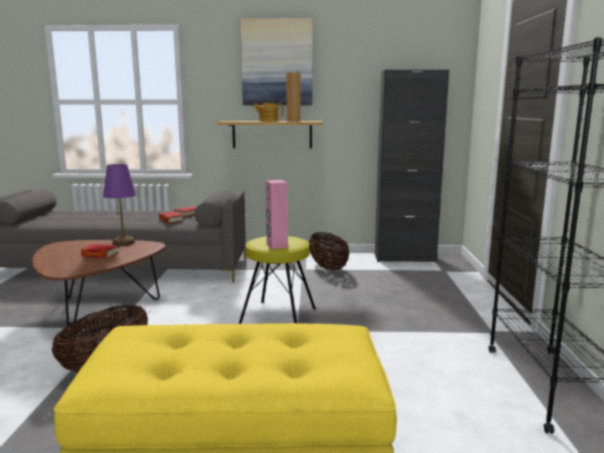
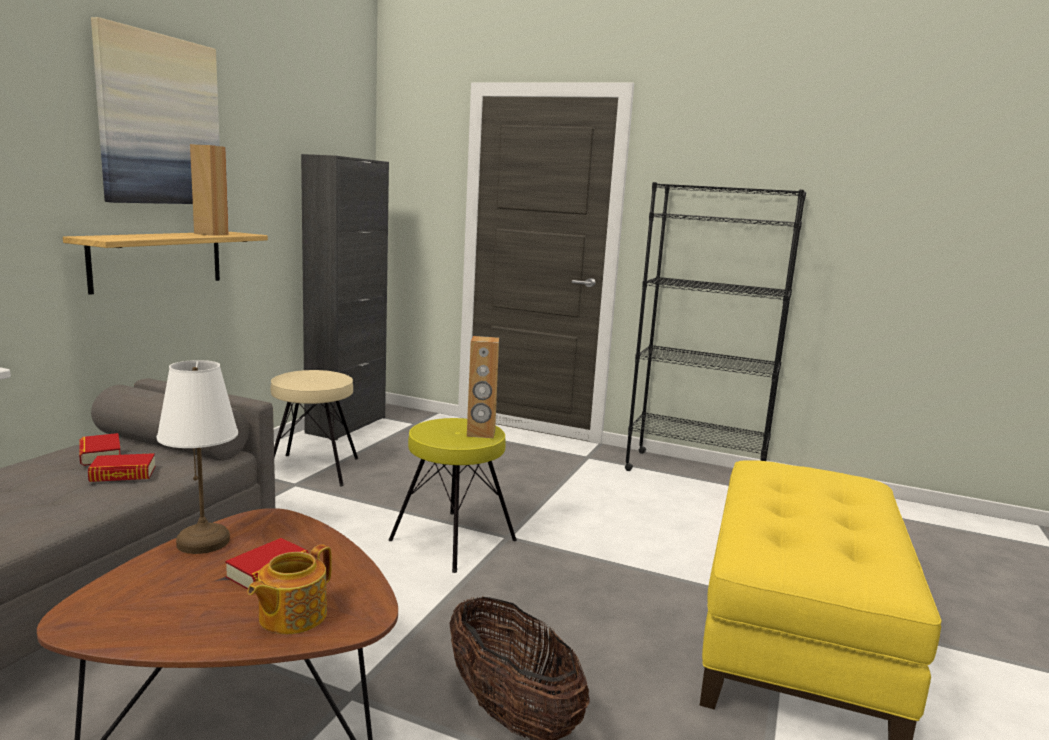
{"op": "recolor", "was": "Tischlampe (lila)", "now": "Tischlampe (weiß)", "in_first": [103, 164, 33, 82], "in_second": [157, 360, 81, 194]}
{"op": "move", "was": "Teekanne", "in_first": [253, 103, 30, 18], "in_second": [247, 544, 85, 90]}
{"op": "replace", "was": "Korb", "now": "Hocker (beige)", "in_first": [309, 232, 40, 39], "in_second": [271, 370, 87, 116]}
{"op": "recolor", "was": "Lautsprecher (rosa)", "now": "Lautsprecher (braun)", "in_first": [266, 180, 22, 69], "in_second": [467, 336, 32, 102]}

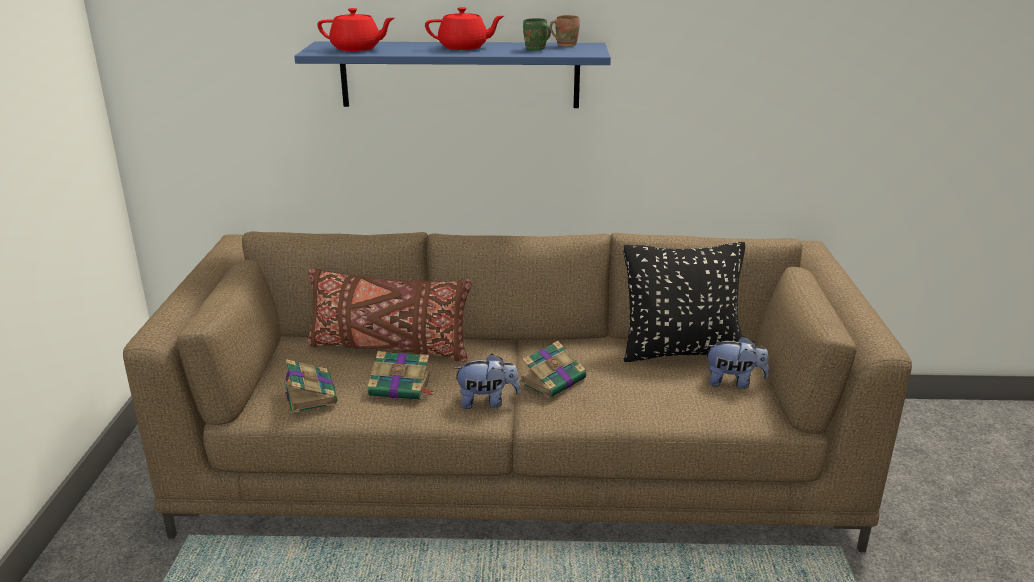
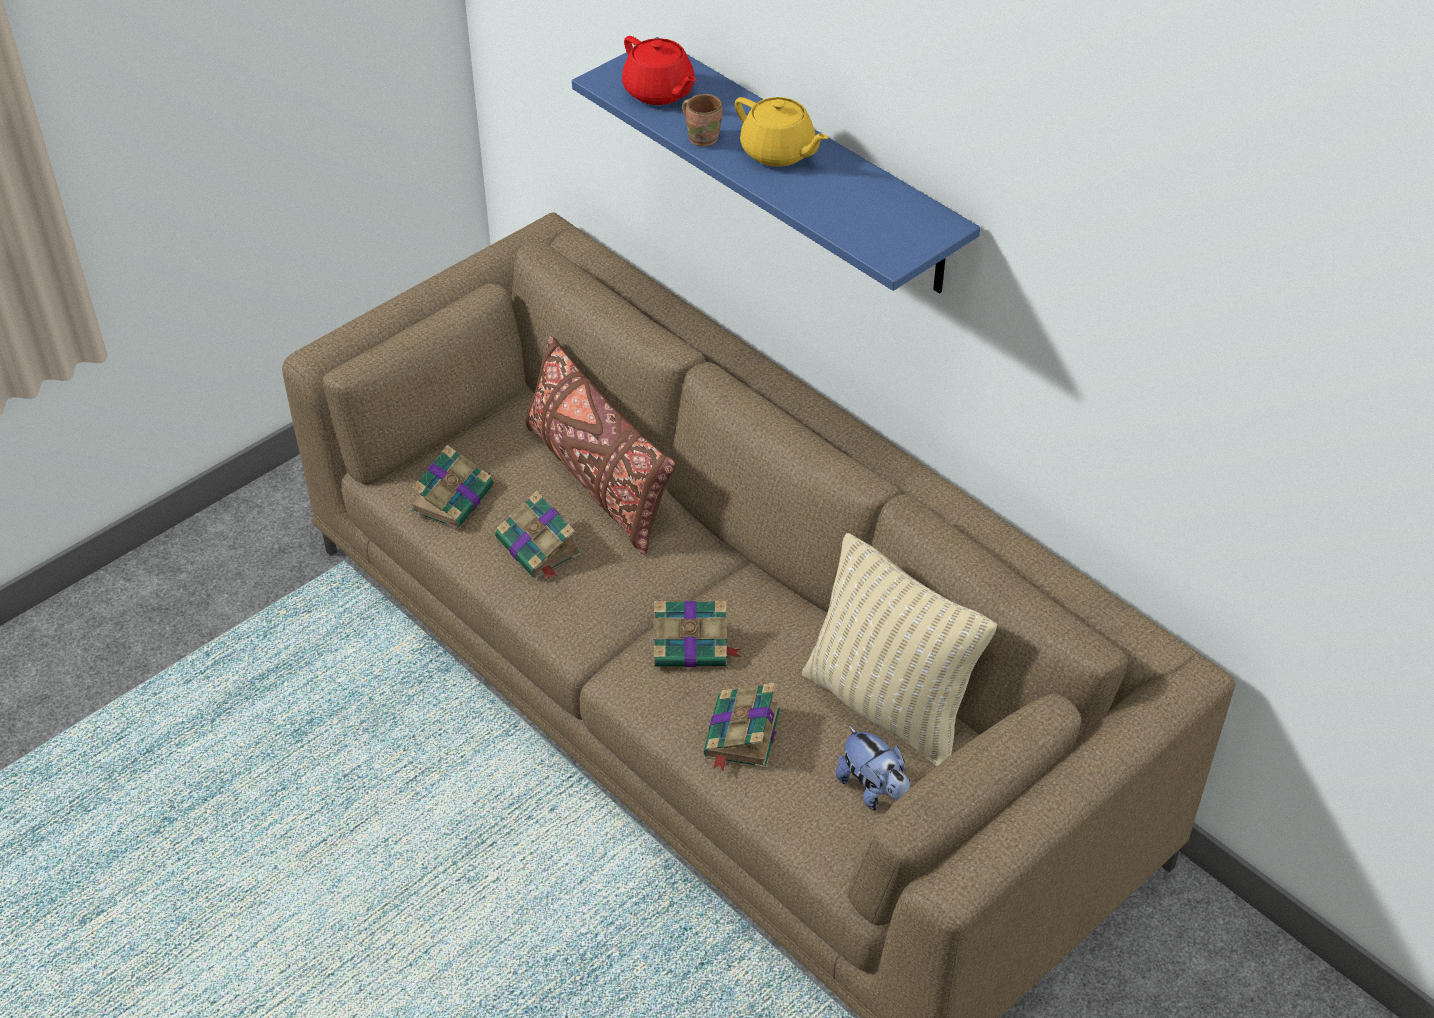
{"op": "move", "was": "Henkelbecher (braun)", "in_first": [550, 15, 30, 32], "in_second": [682, 94, 41, 52]}
{"op": "insert", "now": "Buch", "in_second": [704, 682, 76, 88]}
{"op": "recolor", "was": "Teekanne (rot)", "now": "Teekanne (gelb)", "in_first": [425, 7, 79, 43], "in_second": [735, 97, 94, 70]}
{"op": "recolor", "was": "Kissen (schwarz)", "now": "Kissen (beige)", "in_first": [623, 242, 122, 120], "in_second": [802, 533, 195, 234]}
{"op": "delete", "was": "Plüschtier", "in_first": [453, 354, 68, 55]}
{"op": "delete", "was": "Henkelbecher (grün)", "in_first": [523, 18, 28, 33]}

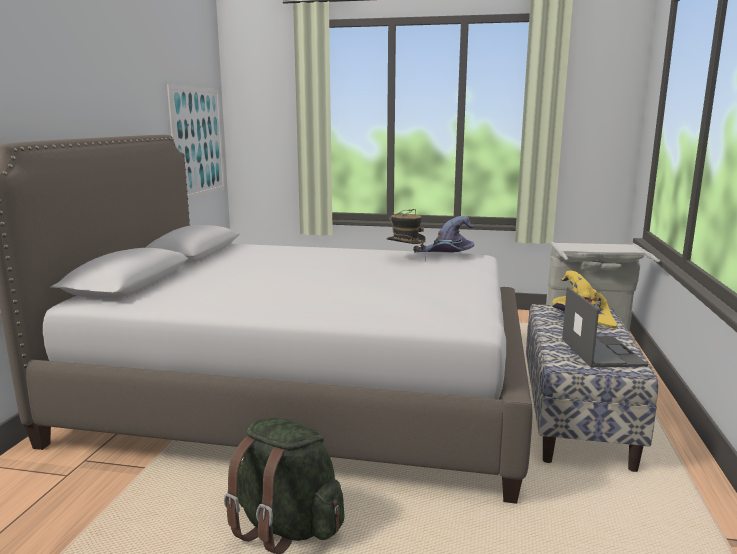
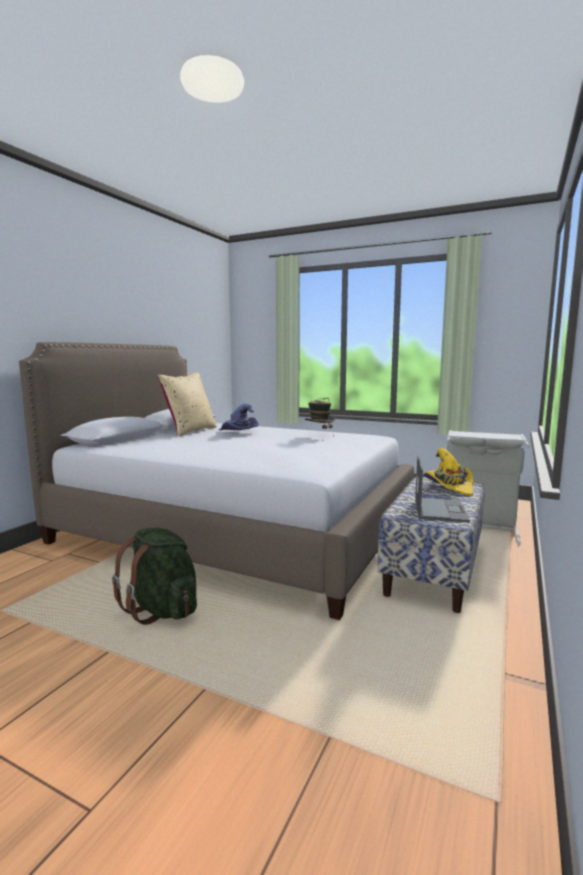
{"op": "insert", "now": "Kissen (beige)", "in_second": [158, 373, 59, 64]}
{"op": "move", "was": "Hut (lila)", "in_first": [414, 216, 60, 36], "in_second": [219, 403, 40, 28]}
{"op": "delete", "was": "Bild", "in_first": [167, 84, 58, 115]}

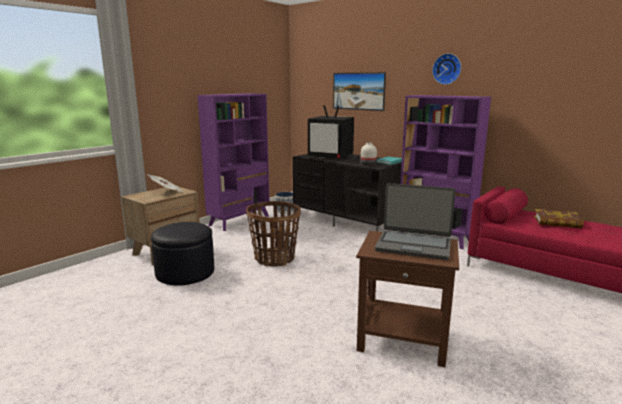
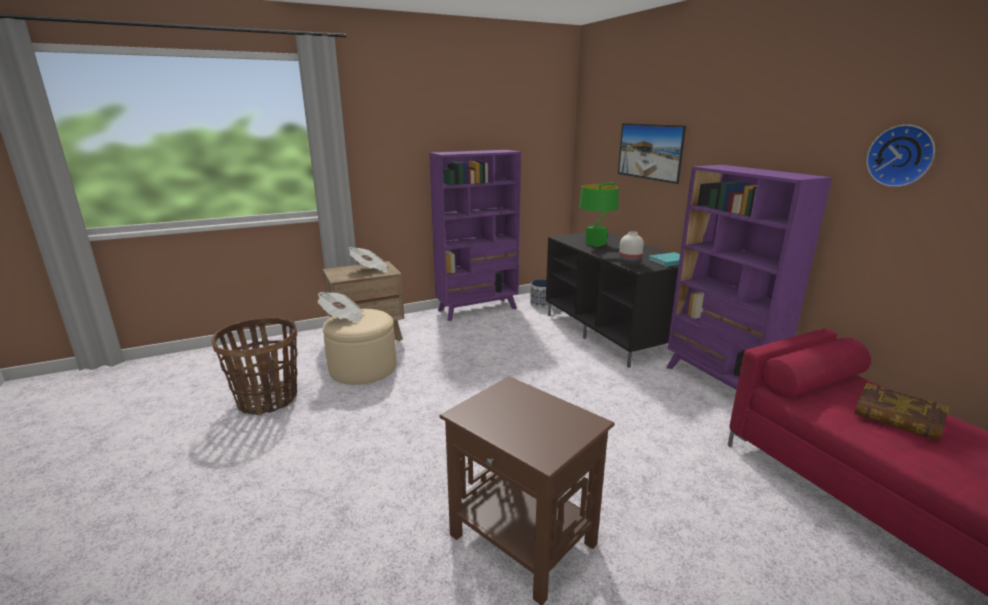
{"op": "move", "was": "Korb", "in_first": [246, 201, 55, 66], "in_second": [211, 318, 87, 97]}
{"op": "insert", "now": "Zeitung", "in_second": [318, 292, 46, 31]}
{"op": "recolor", "was": "Polsterhocker (schwarz)", "now": "Polsterhocker (beige)", "in_first": [151, 222, 63, 64], "in_second": [323, 309, 74, 76]}
{"op": "replace", "was": "Fernseher", "now": "Tischlampe (grün)", "in_first": [308, 105, 46, 54], "in_second": [579, 182, 40, 65]}
{"op": "move", "was": "Wanduhr", "in_first": [432, 53, 29, 32], "in_second": [866, 125, 69, 62]}
{"op": "delete", "was": "Laptop", "in_first": [375, 183, 81, 77]}

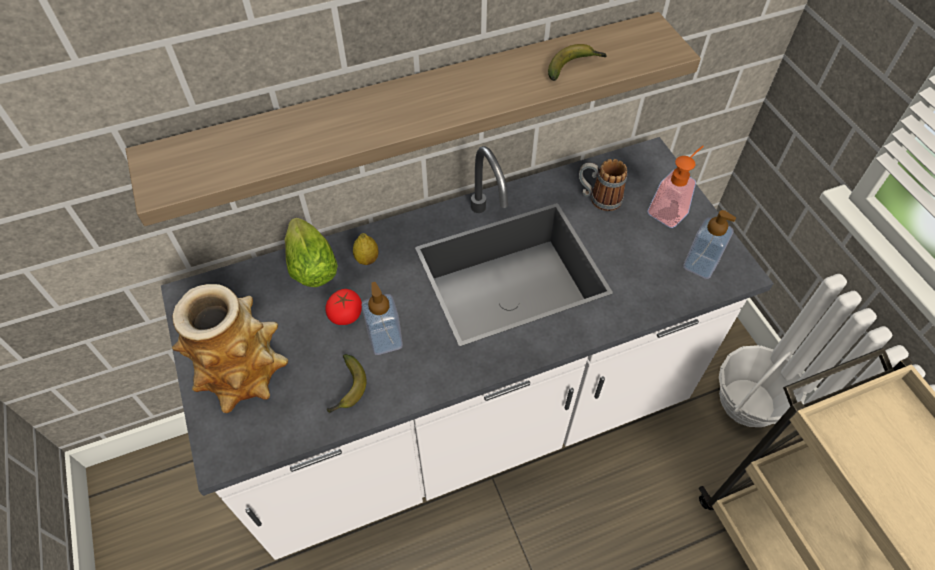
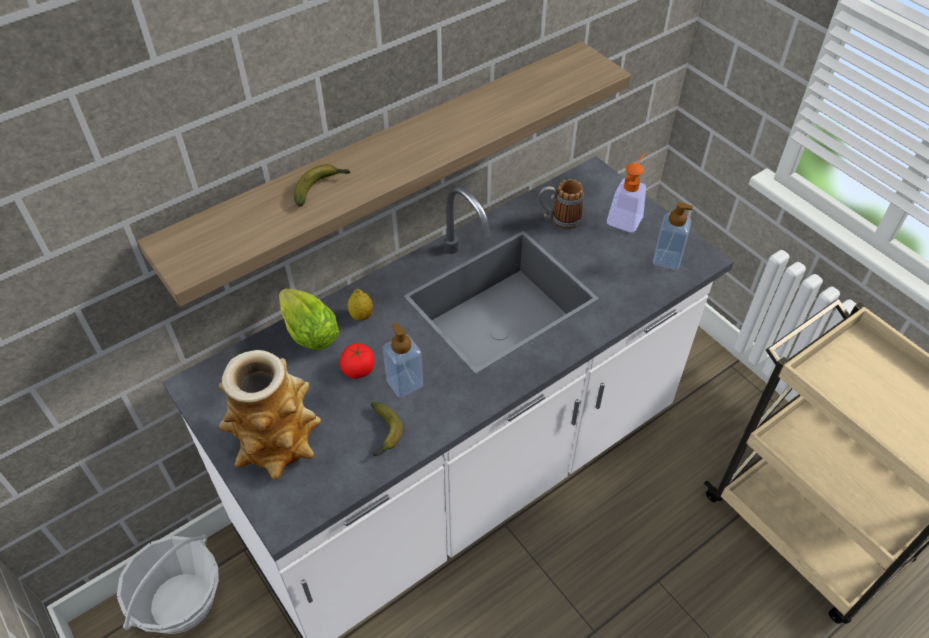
{"op": "move", "was": "Korb", "in_first": [719, 345, 88, 82], "in_second": [117, 535, 102, 99]}
{"op": "move", "was": "Banane", "in_first": [548, 44, 59, 37], "in_second": [294, 164, 56, 43]}

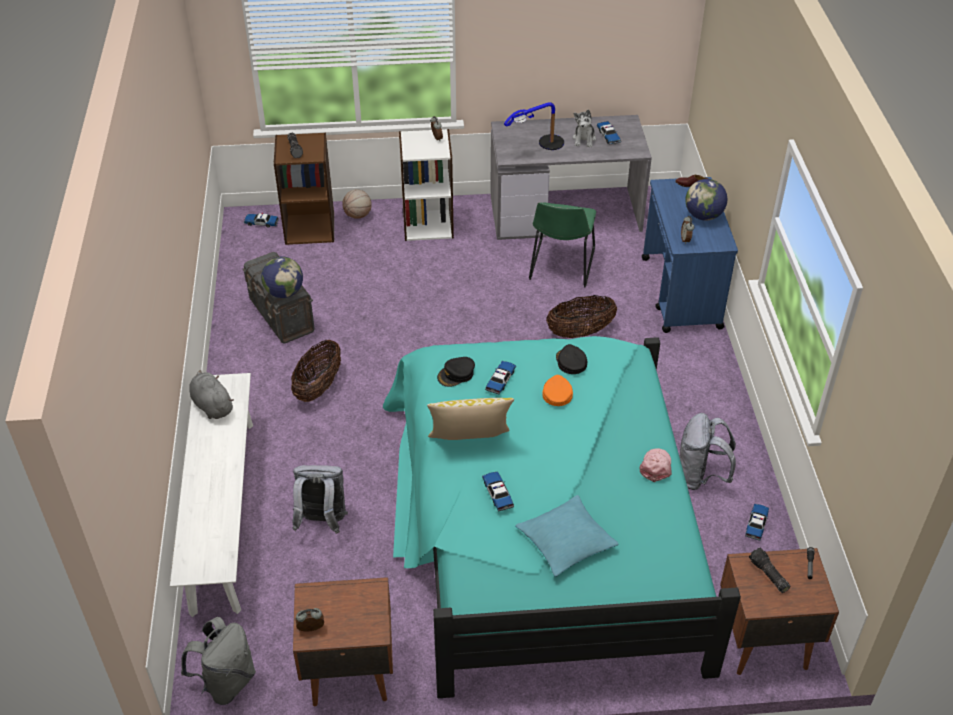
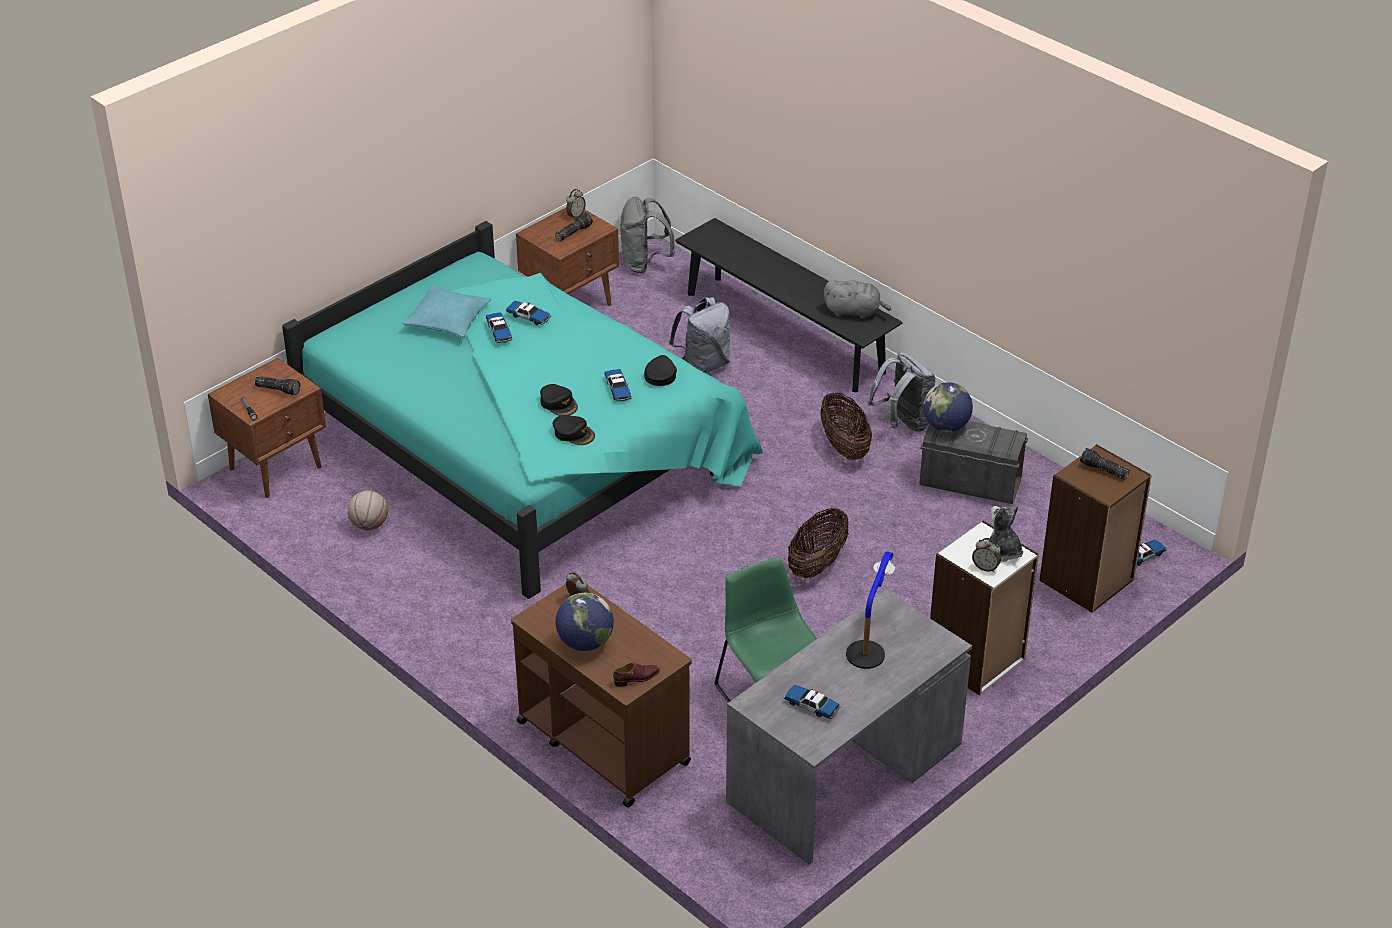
{"op": "move", "was": "Basketball", "in_first": [342, 189, 30, 30], "in_second": [348, 490, 40, 41]}
{"op": "move", "was": "Spielzeugauto", "in_first": [745, 504, 24, 37], "in_second": [486, 312, 27, 31]}
{"op": "recolor", "was": "Rollwagen (blau)", "now": "Rollwagen (braun)", "in_first": [642, 177, 96, 156], "in_second": [511, 584, 181, 223]}
{"op": "recolor", "was": "Kappe (orange)", "now": "Kappe (schwarz)", "in_first": [542, 375, 31, 31], "in_second": [540, 384, 38, 32]}
{"op": "insert", "now": "Taschenlampe", "in_second": [555, 213, 38, 28]}
{"op": "recolor", "was": "Bank (weiß)", "now": "Bank (schwarz)", "in_first": [170, 373, 83, 244], "in_second": [675, 218, 228, 174]}
{"op": "move", "was": "Korb", "in_first": [546, 295, 71, 43], "in_second": [788, 508, 61, 70]}
{"op": "move", "was": "Rucksack (grau)", "in_first": [680, 413, 56, 77], "in_second": [868, 352, 68, 80]}
{"op": "move", "was": "Plüschtier", "in_first": [572, 109, 24, 38], "in_second": [986, 505, 37, 57]}
{"op": "delete", "was": "Kissen", "in_first": [427, 398, 87, 42]}
{"op": "delete", "was": "Kappe (rosa)", "in_first": [640, 448, 32, 34]}

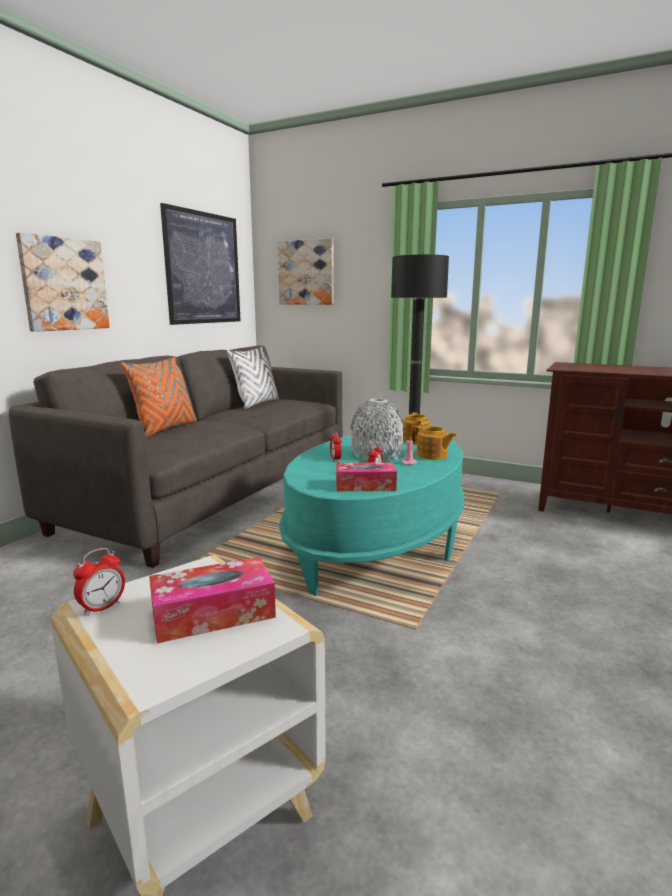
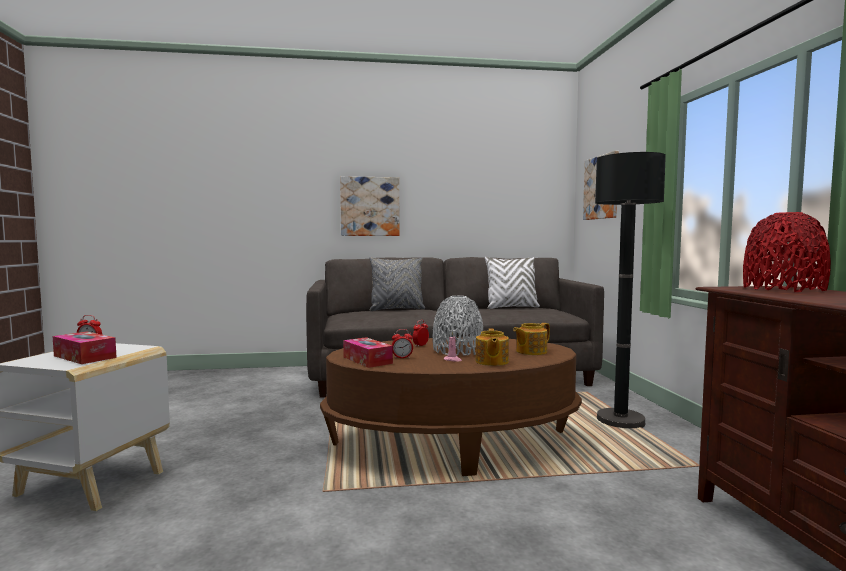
{"op": "recolor", "was": "Couchtisch (türkis)", "now": "Couchtisch (braun)", "in_first": [279, 434, 185, 162], "in_second": [320, 337, 262, 139]}
{"op": "recolor", "was": "Kissen (orange)", "now": "Kissen (grau)", "in_first": [121, 357, 76, 80], "in_second": [370, 257, 55, 54]}
{"op": "insert", "now": "Vase (rot)", "in_second": [743, 212, 88, 80]}
{"op": "delete", "was": "Bild", "in_first": [160, 203, 80, 122]}

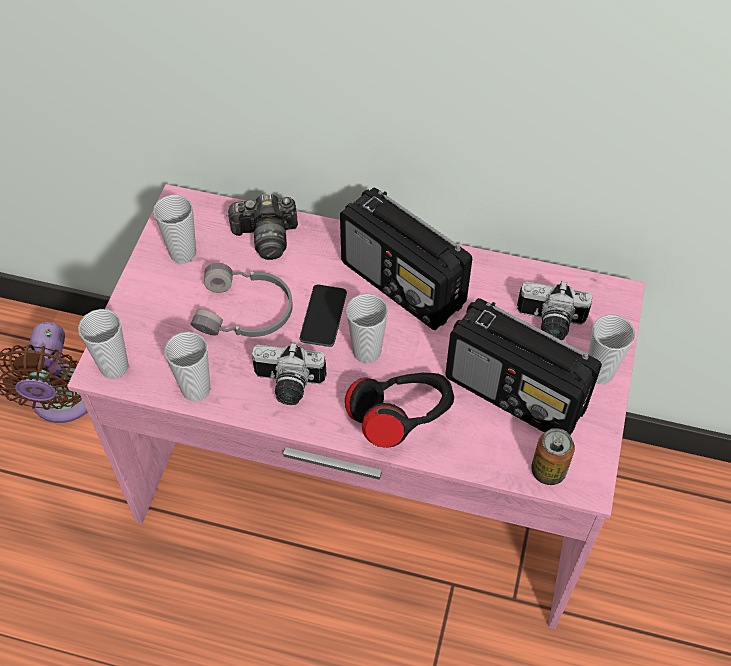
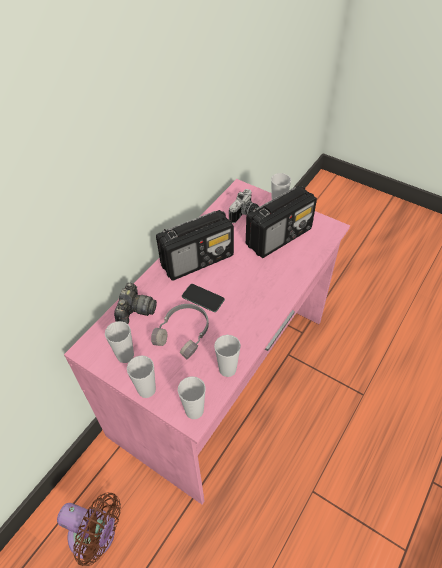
{"op": "move", "was": "Tasse", "in_first": [346, 293, 42, 70], "in_second": [127, 356, 29, 42]}
{"op": "delete", "was": "Kamera", "in_first": [252, 342, 75, 63]}
{"op": "delete", "was": "Kopfhörer (schwarz)", "in_first": [345, 373, 109, 75]}
{"op": "delete", "was": "Dose", "in_first": [531, 428, 44, 57]}

